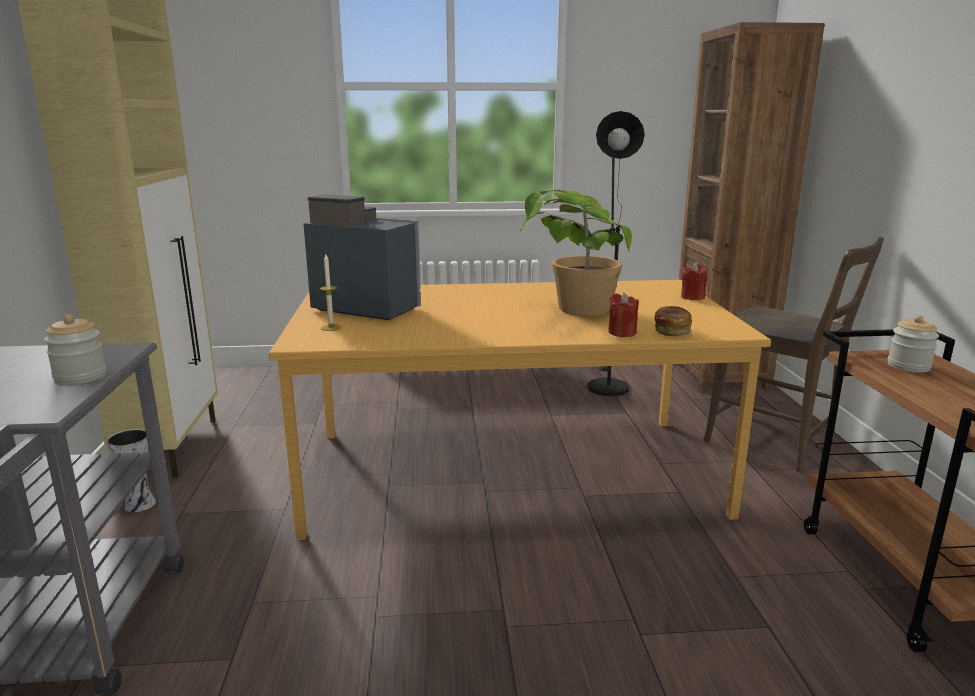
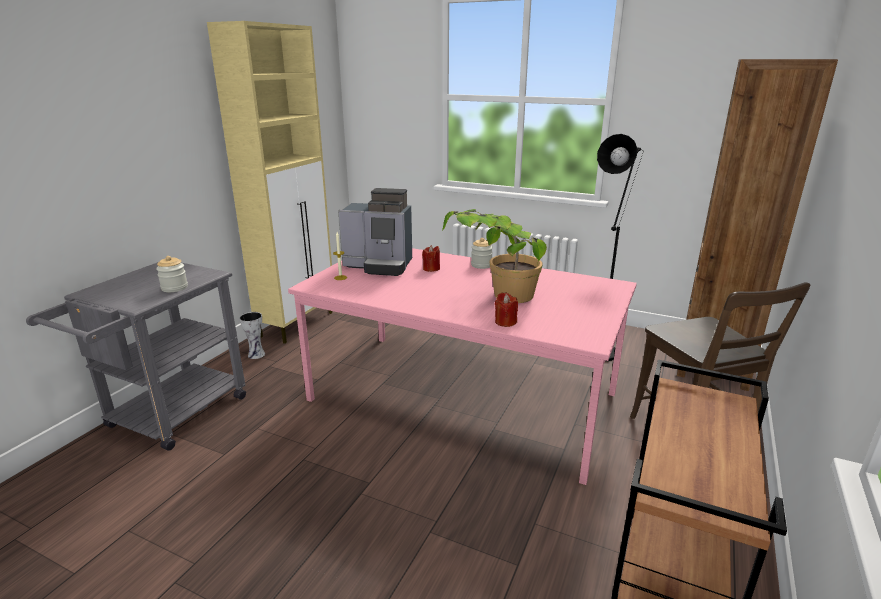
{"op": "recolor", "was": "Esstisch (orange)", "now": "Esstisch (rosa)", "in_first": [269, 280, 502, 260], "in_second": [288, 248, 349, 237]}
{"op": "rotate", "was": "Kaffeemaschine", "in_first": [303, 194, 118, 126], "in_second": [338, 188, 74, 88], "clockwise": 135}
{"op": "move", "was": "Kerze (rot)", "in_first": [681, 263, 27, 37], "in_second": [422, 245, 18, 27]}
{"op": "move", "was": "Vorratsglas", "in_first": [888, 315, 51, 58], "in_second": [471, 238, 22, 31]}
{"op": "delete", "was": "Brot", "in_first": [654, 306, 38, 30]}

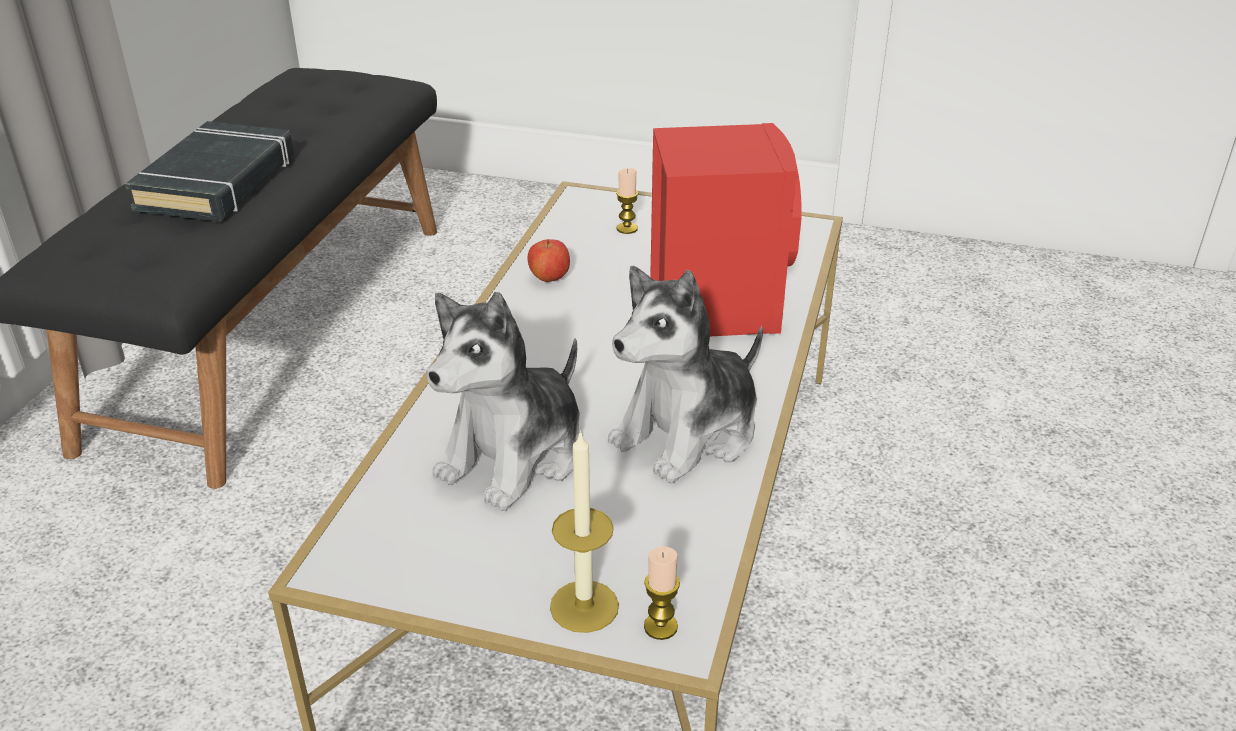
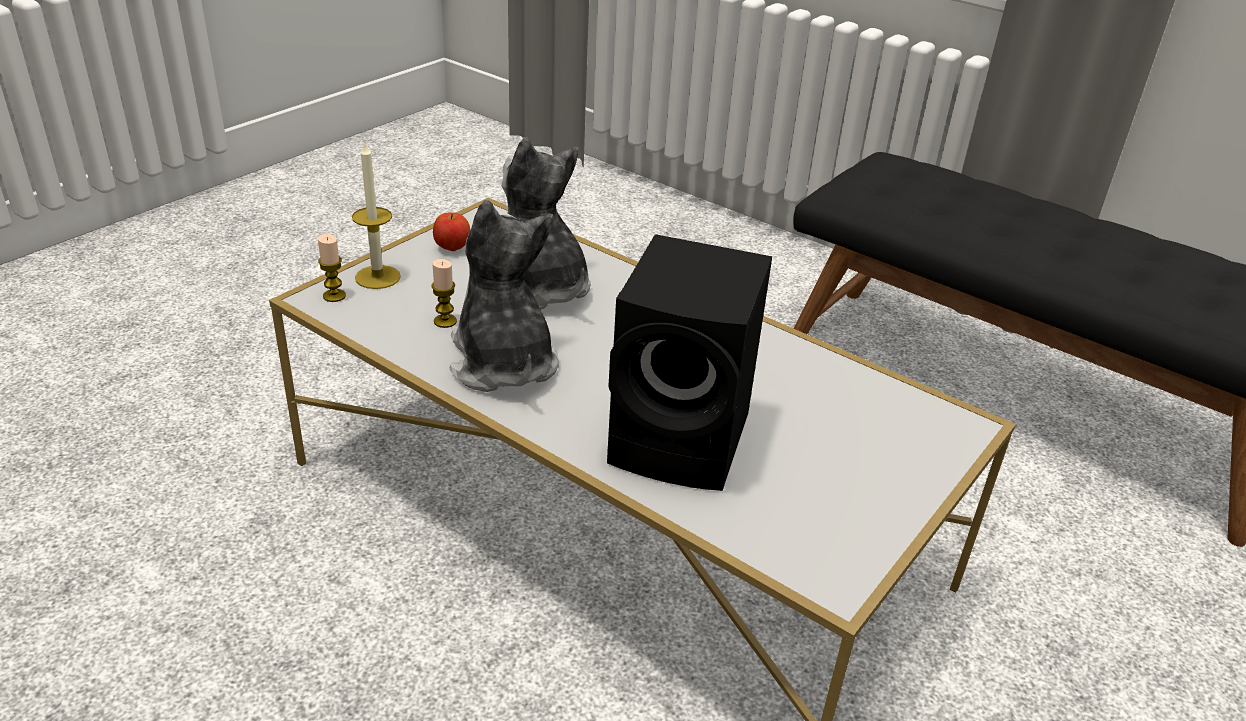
{"op": "move", "was": "Kerze", "in_first": [616, 168, 22, 66], "in_second": [431, 259, 26, 69]}
{"op": "move", "was": "Apfel", "in_first": [528, 239, 42, 43], "in_second": [433, 213, 38, 38]}
{"op": "recolor", "was": "Lautsprecher (rot)", "now": "Lautsprecher (schwarz)", "in_first": [650, 123, 152, 213], "in_second": [607, 234, 165, 257]}
{"op": "delete", "was": "Buch (schwarz)", "in_first": [125, 121, 169, 101]}

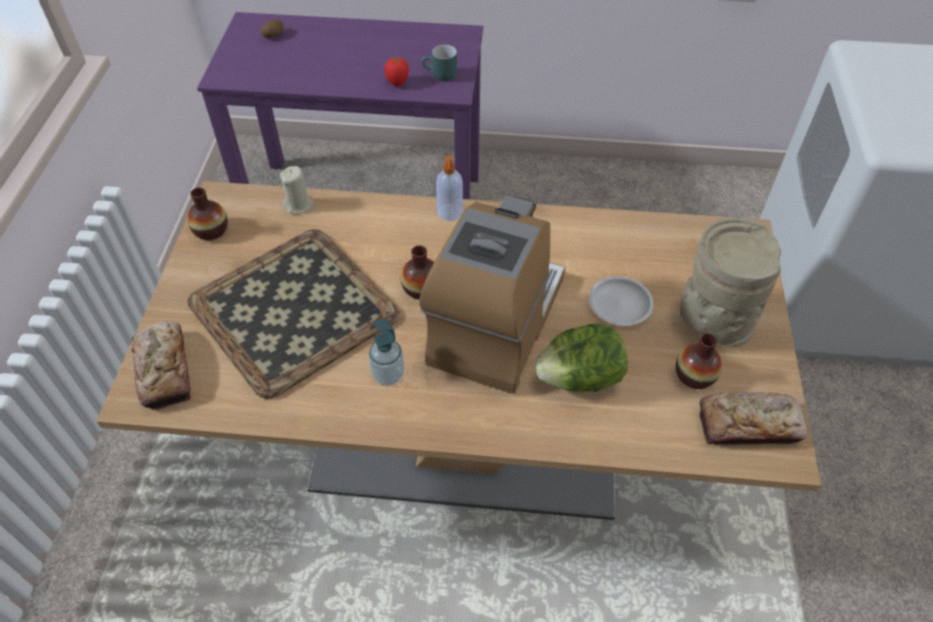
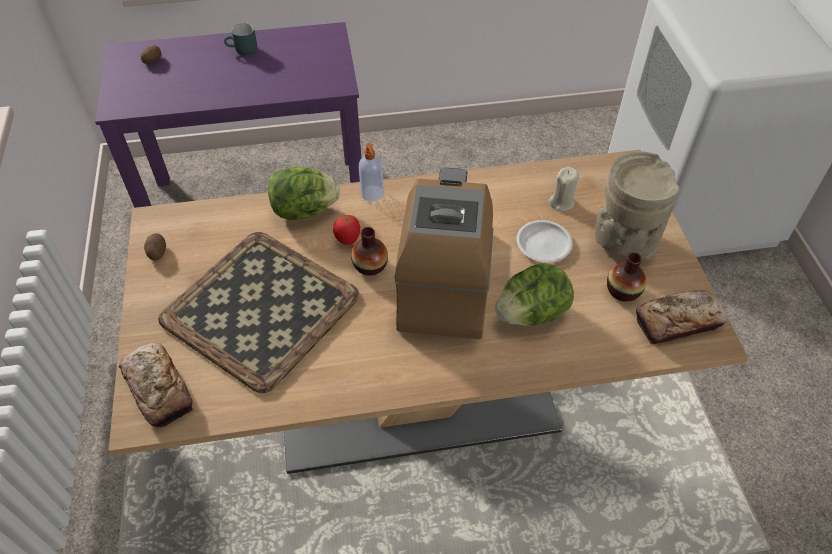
{"op": "replace", "was": "Vase", "now": "Kartoffel", "in_first": [187, 188, 41, 52], "in_second": [144, 233, 22, 28]}
{"op": "move", "was": "Henkelbecher (türkis)", "in_first": [422, 44, 35, 38], "in_second": [224, 23, 33, 33]}
{"op": "insert", "now": "Salatkopf", "in_second": [268, 166, 72, 54]}
{"op": "move", "was": "Tomate", "in_first": [384, 57, 25, 29], "in_second": [333, 215, 27, 30]}
{"op": "move", "was": "Kerze (beige)", "in_first": [280, 166, 34, 48], "in_second": [549, 167, 30, 45]}
{"op": "delete", "was": "Seifenspender", "in_first": [368, 319, 36, 67]}

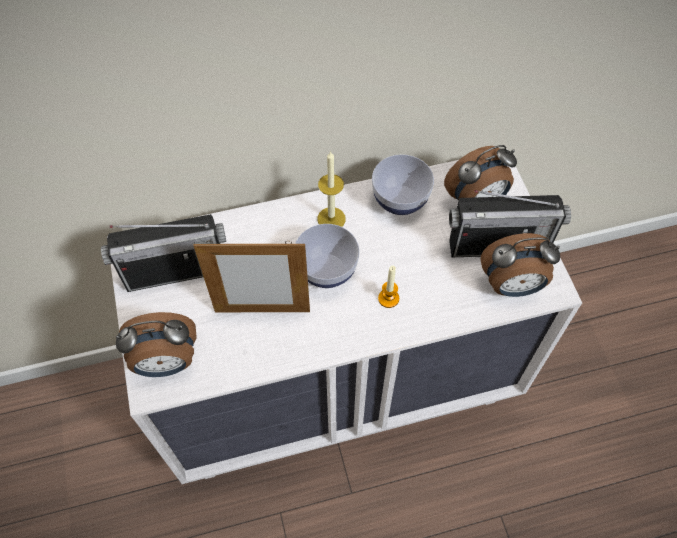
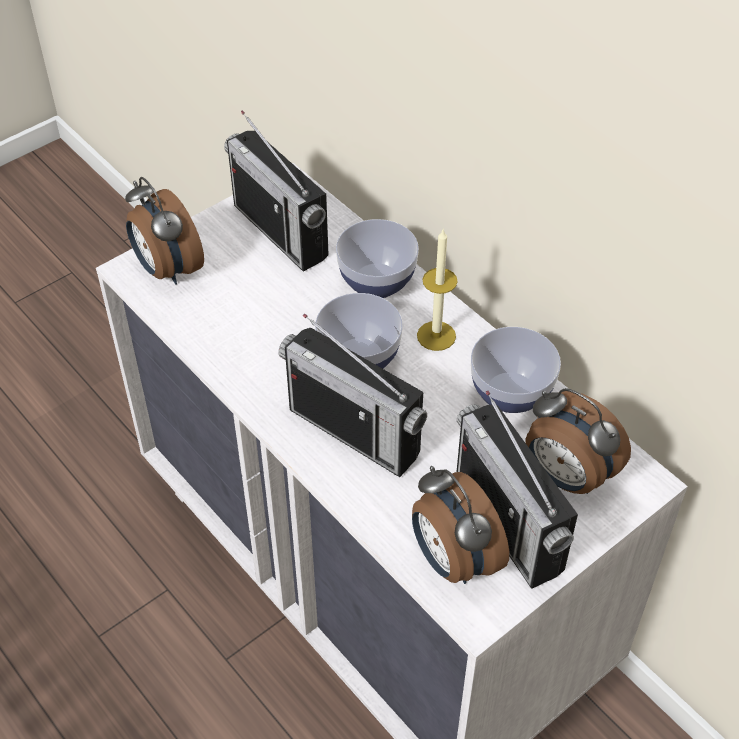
{"op": "replace", "was": "Kerze", "now": "Radio", "in_first": [378, 266, 21, 42], "in_second": [278, 313, 149, 164]}
{"op": "insert", "now": "Schüssel", "in_second": [336, 219, 83, 79]}
{"op": "delete", "was": "Bilderrahmen", "in_first": [193, 241, 117, 71]}

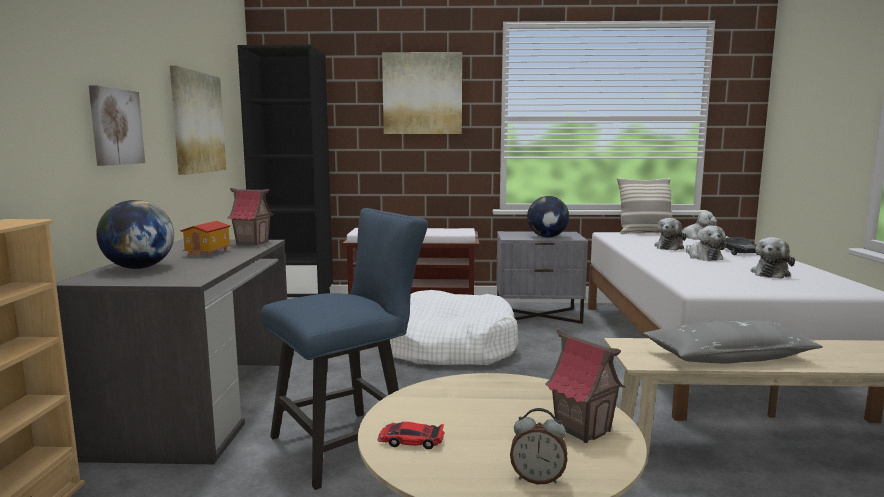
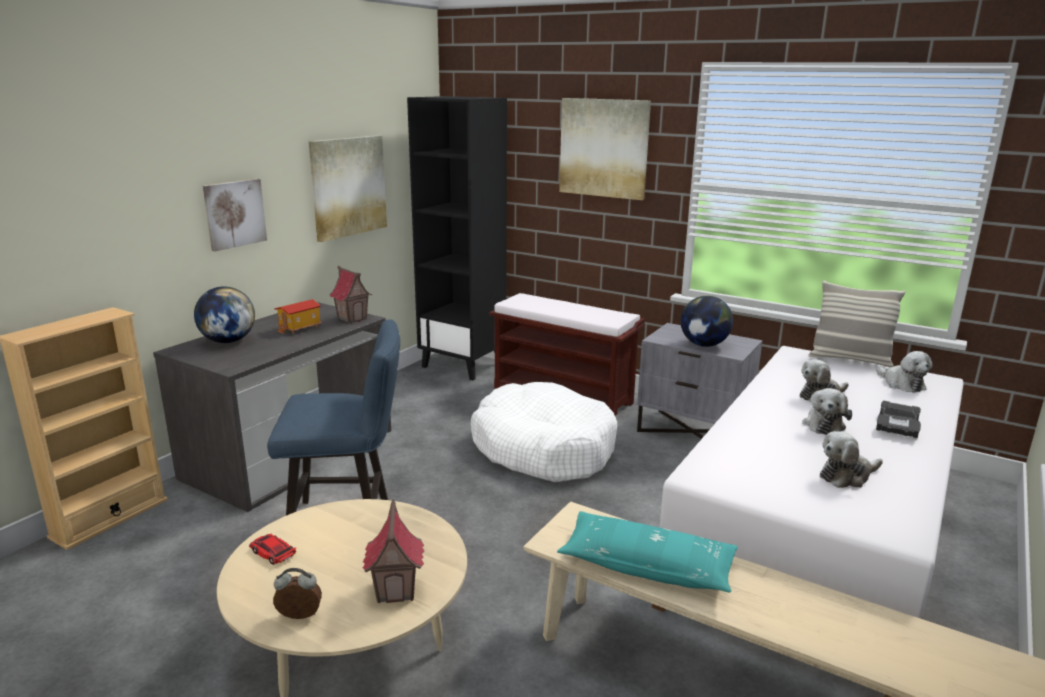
{"op": "rotate", "was": "Wecker", "in_first": [510, 408, 57, 76], "in_second": [273, 568, 49, 51], "clockwise": 135}
{"op": "recolor", "was": "Kissen (grau)", "now": "Kissen (türkis)", "in_first": [643, 320, 180, 43], "in_second": [557, 511, 181, 82]}

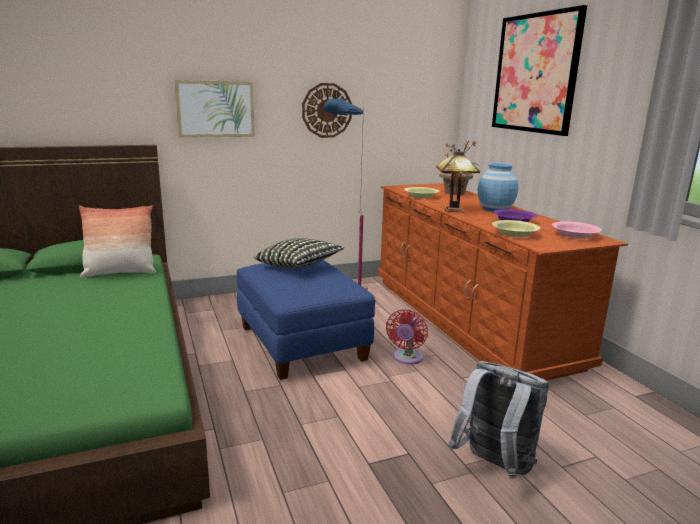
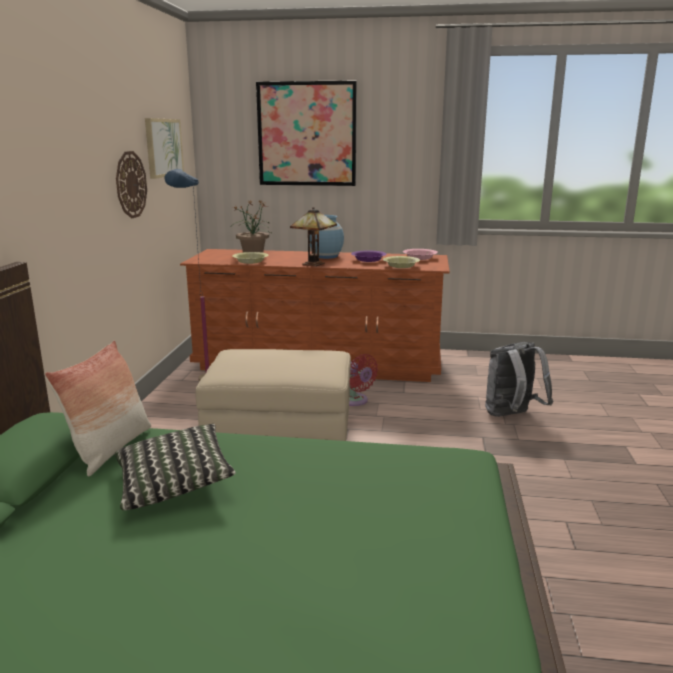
{"op": "move", "was": "Kissen", "in_first": [254, 238, 90, 30], "in_second": [115, 424, 121, 86]}
{"op": "move", "was": "Bild", "in_first": [174, 80, 81, 58], "in_second": [145, 118, 39, 61]}
{"op": "recolor", "was": "Polsterhocker (blau)", "now": "Polsterhocker (beige)", "in_first": [237, 260, 138, 120], "in_second": [195, 349, 156, 92]}

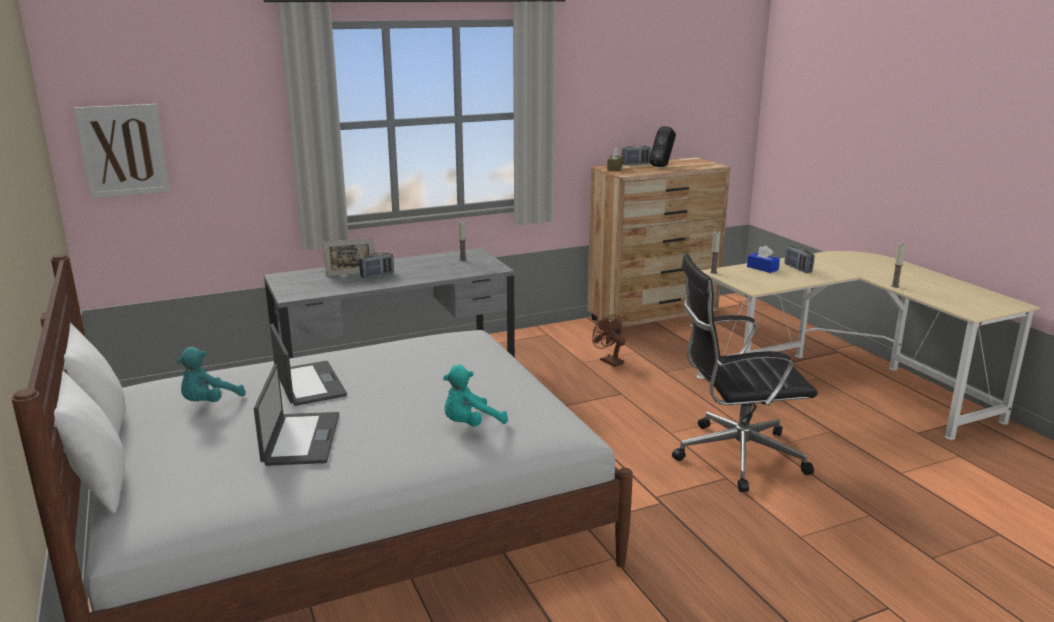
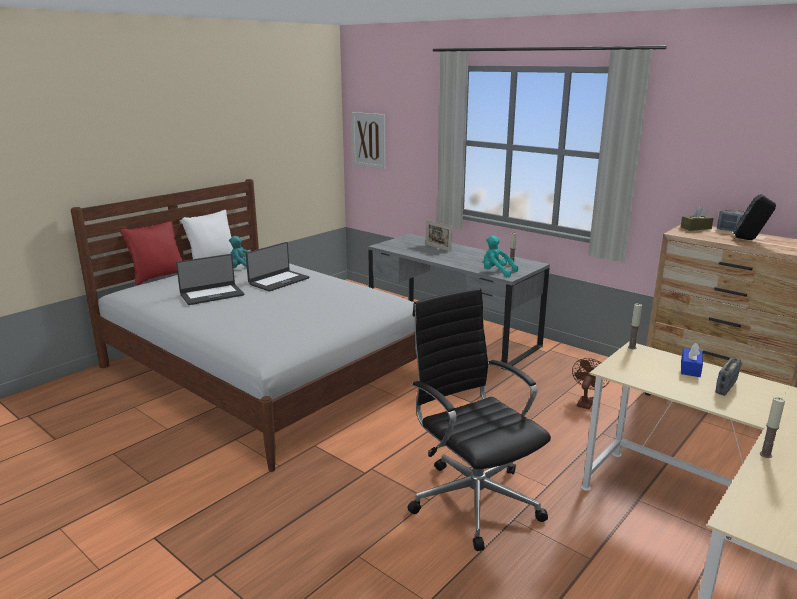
{"op": "recolor", "was": "Kissen (weiß)", "now": "Kissen (rot)", "in_first": [54, 371, 71, 143], "in_second": [120, 222, 62, 63]}
{"op": "move", "was": "Plüschtier (türkis)", "in_first": [443, 365, 65, 61], "in_second": [483, 235, 35, 42]}
{"op": "delete", "was": "Radio", "in_first": [359, 252, 35, 26]}

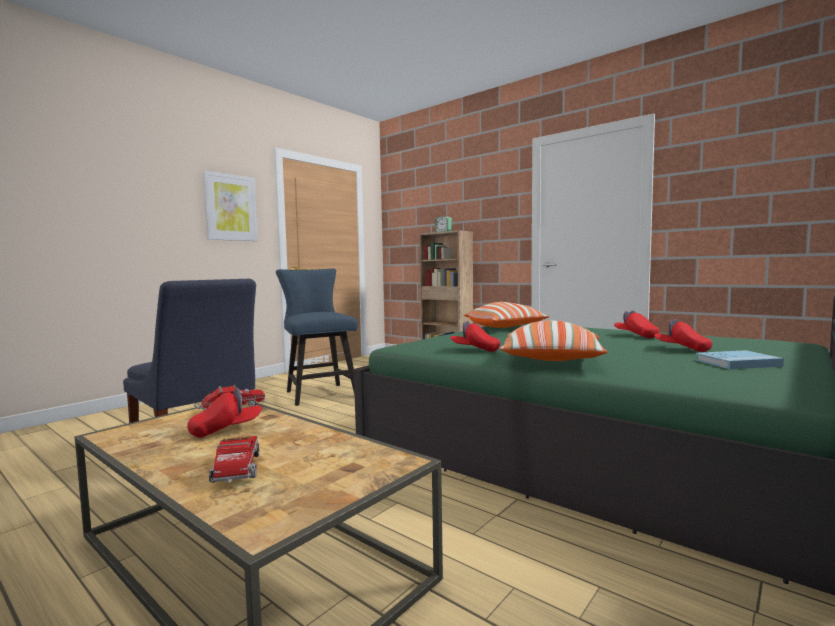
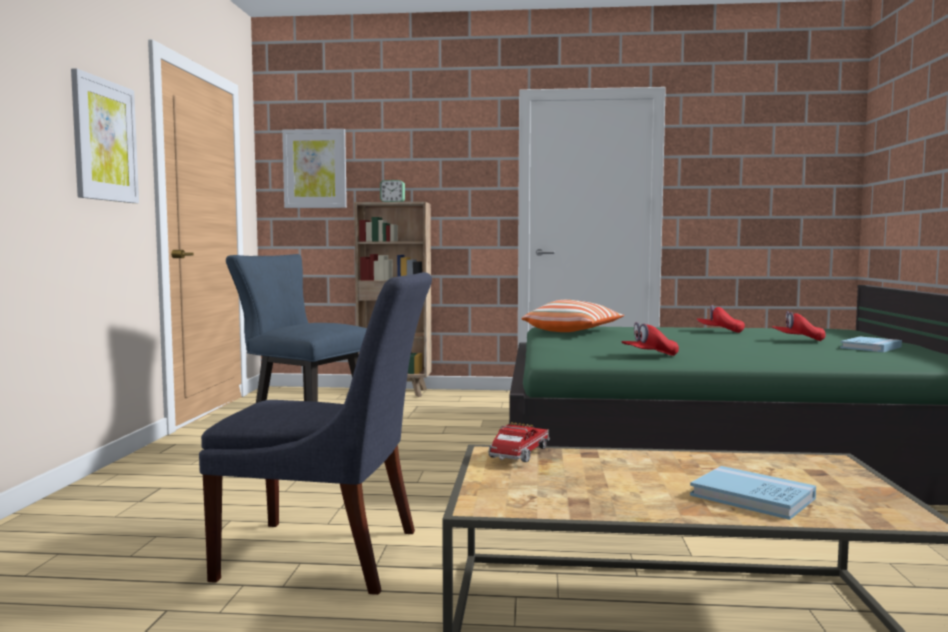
{"op": "insert", "now": "Bild", "in_second": [282, 129, 65, 79]}
{"op": "replace", "was": "Spielzeuglaster", "now": "Buch (blau)", "in_first": [209, 436, 50, 47], "in_second": [690, 466, 126, 54]}
{"op": "delete", "was": "Kappe (rot)", "in_first": [187, 387, 75, 51]}
{"op": "delete", "was": "Kissen", "in_first": [499, 320, 108, 41]}

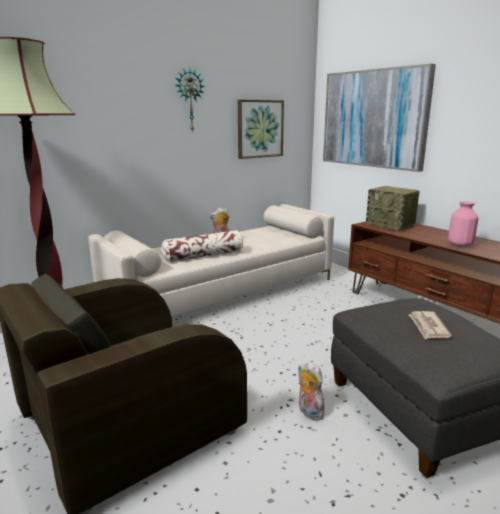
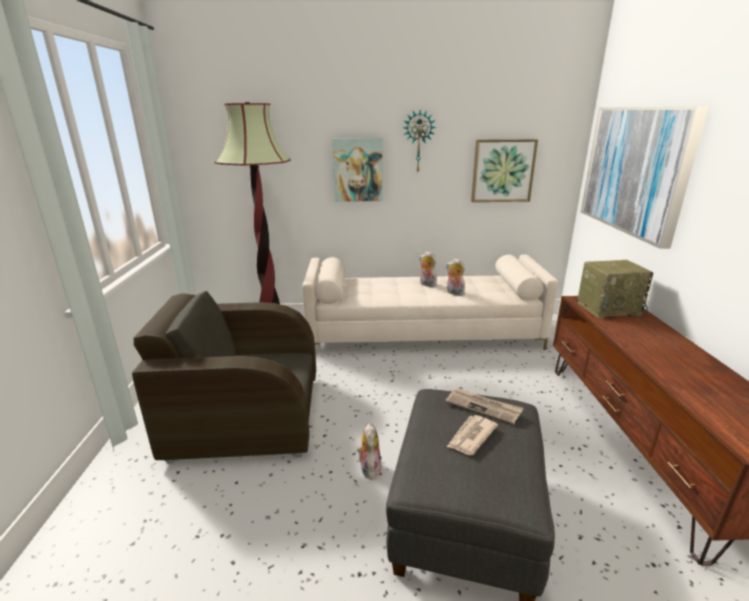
{"op": "insert", "now": "Bild", "in_second": [332, 138, 51, 64]}
{"op": "insert", "now": "Zeitung", "in_second": [445, 388, 78, 37]}
{"op": "insert", "now": "Plüschtier", "in_second": [446, 258, 19, 38]}
{"op": "rotate", "was": "Radio", "in_first": [366, 186, 54, 46], "in_second": [578, 260, 75, 58], "clockwise": -90}
{"op": "delete", "was": "Kissen", "in_first": [161, 230, 82, 32]}
{"op": "delete", "was": "Vase (rosa)", "in_first": [448, 201, 30, 46]}

